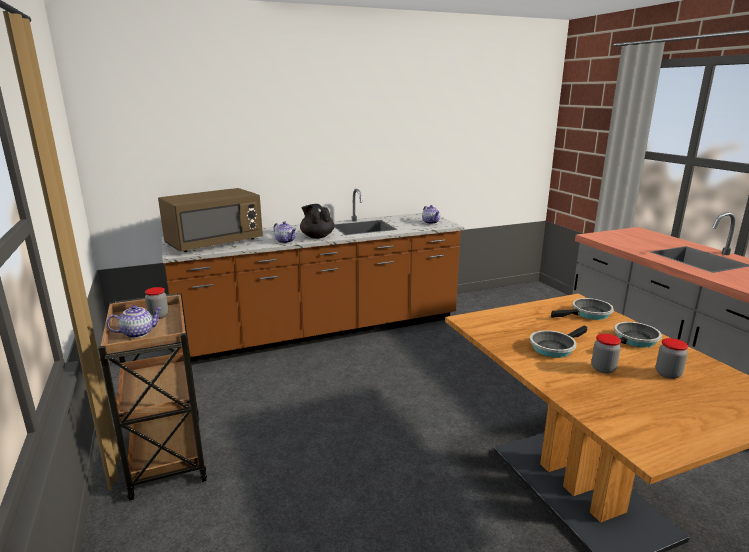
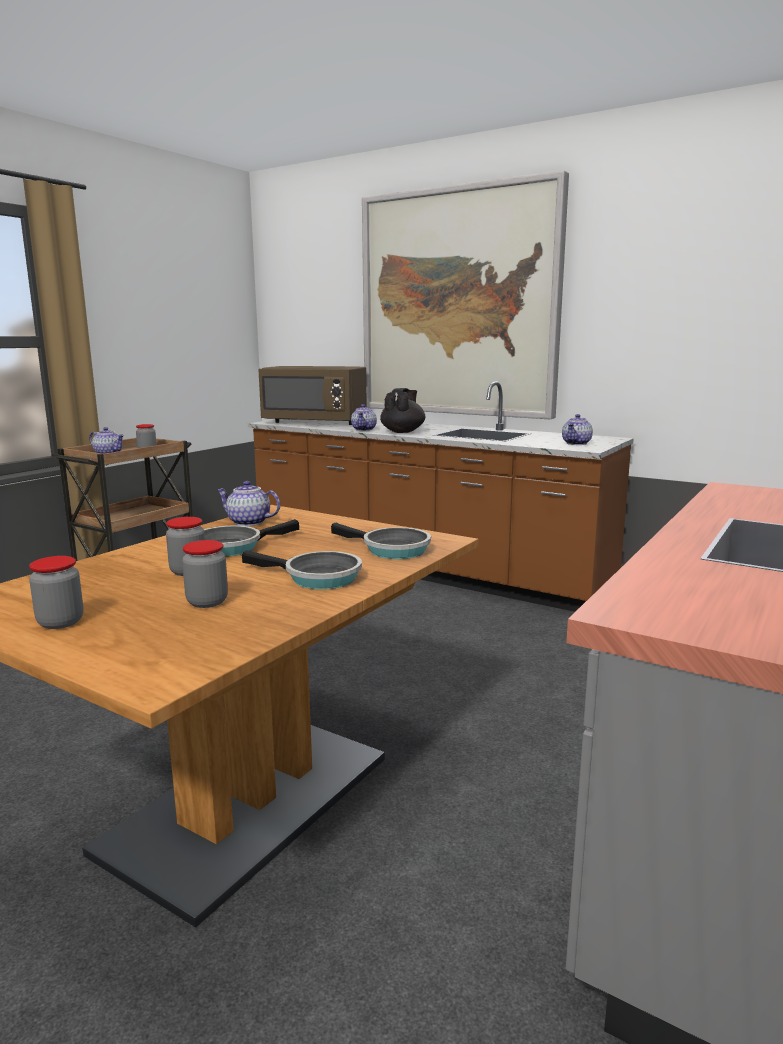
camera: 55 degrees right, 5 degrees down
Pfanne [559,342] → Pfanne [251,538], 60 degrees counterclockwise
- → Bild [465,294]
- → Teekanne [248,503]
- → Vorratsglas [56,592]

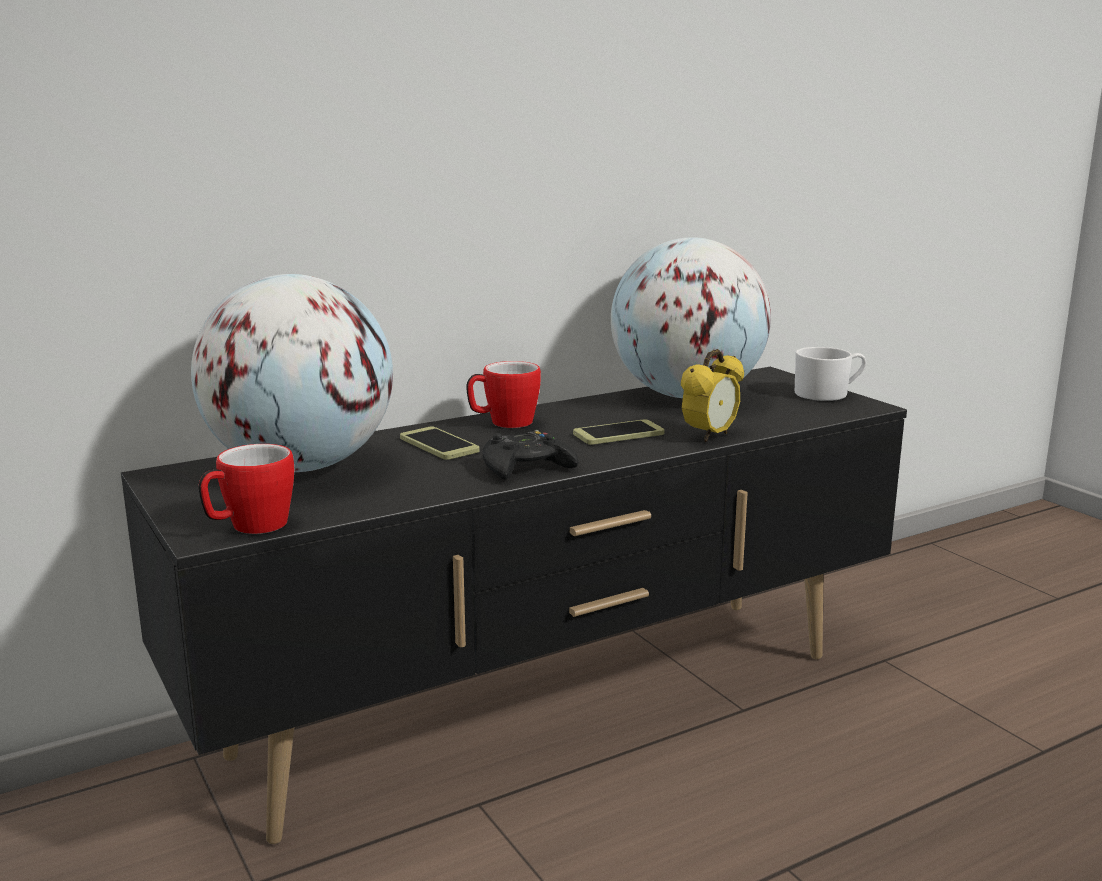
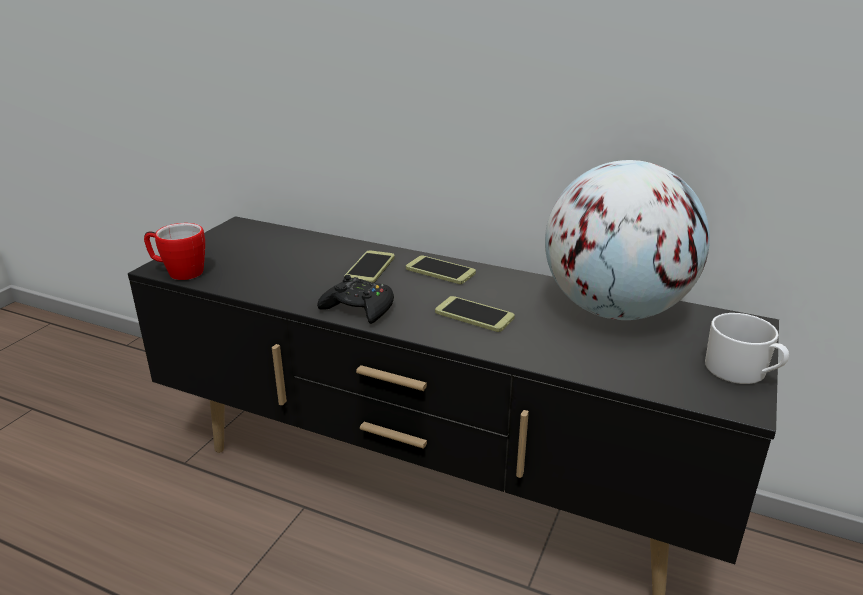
camera: 55 degrees right, 10 degrees up
Globus [292,373] → -
Wecker [712,395] → -
Henkelbecher [503,394] → Handy [441,270]

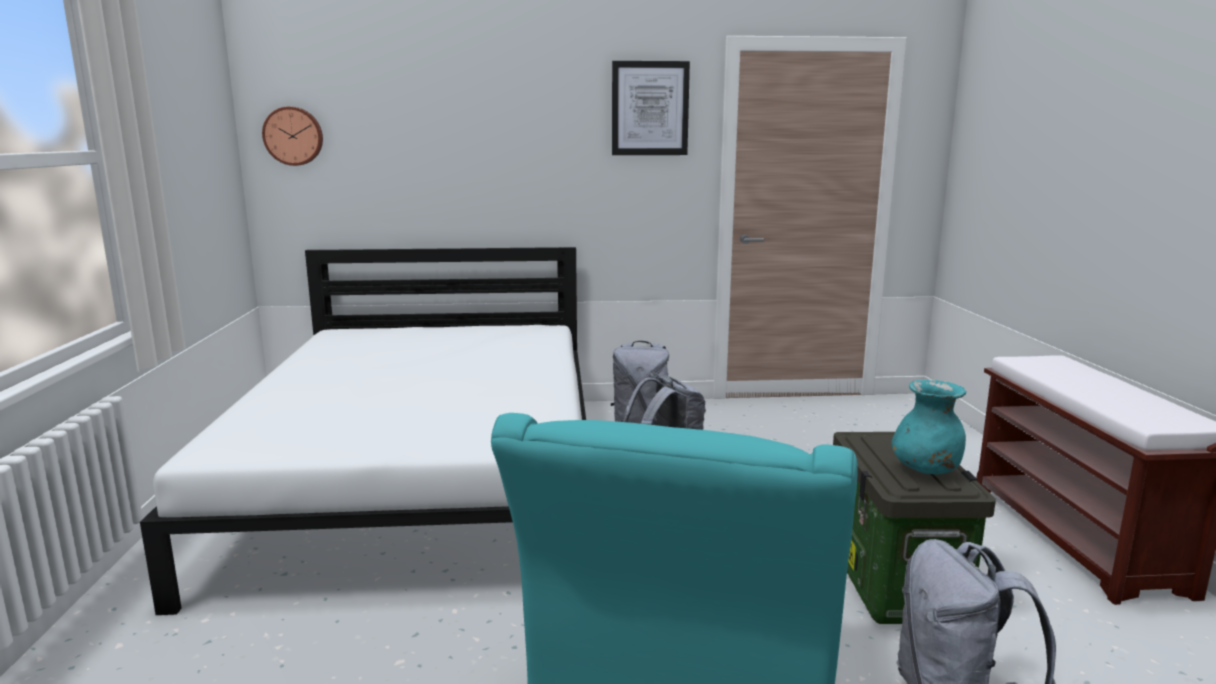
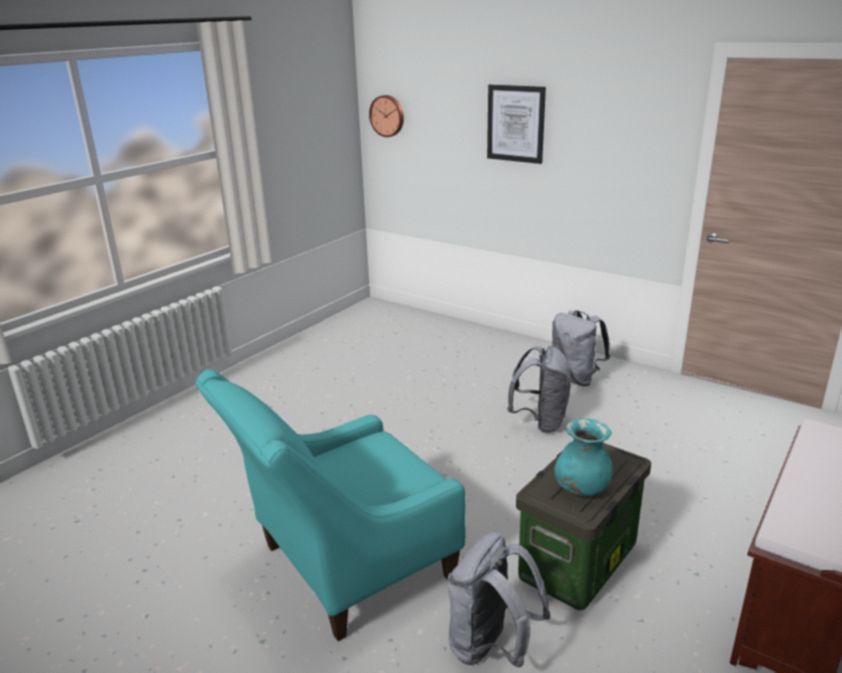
camera: 40 degrees right, 10 degrees up
Bild [651,108] → Bild [516,124], relocated
Bett/weiß [363,431] → -

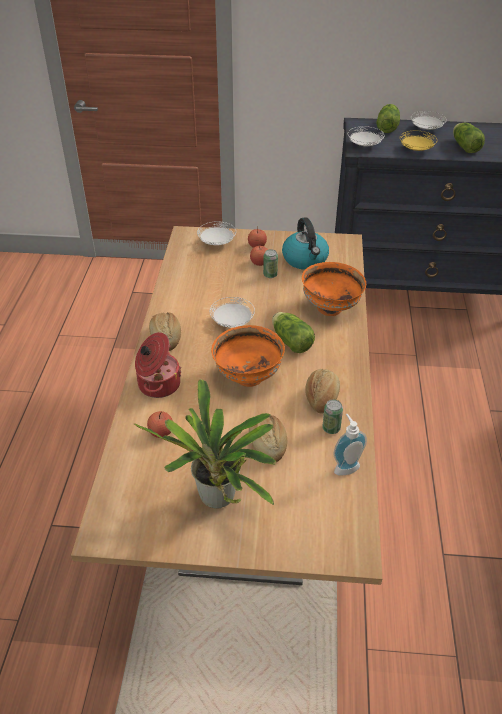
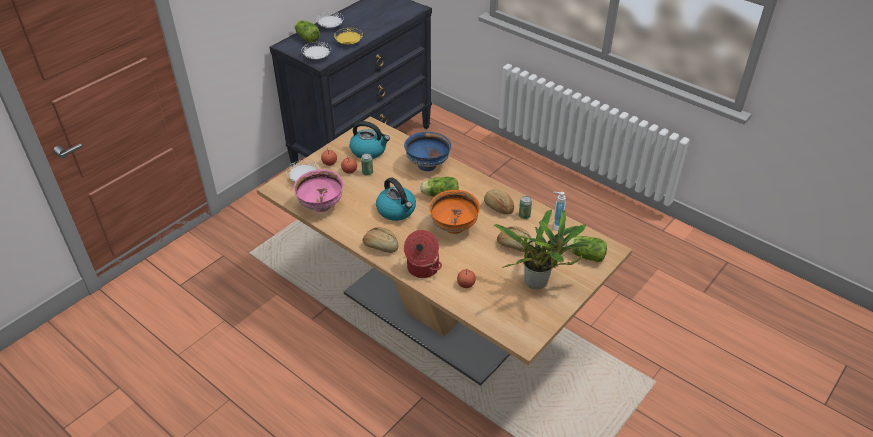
camera: 55 degrees left, 0 degrees up
Salatkopf [469,138] → Salatkopf [586,249], relocated
Schüssel/orange [334,289] → Schüssel/blau [427,151]
Teller/weiß [232,312] → Wasserkessel [396,199]
- → Schüssel/rosa [318,190]

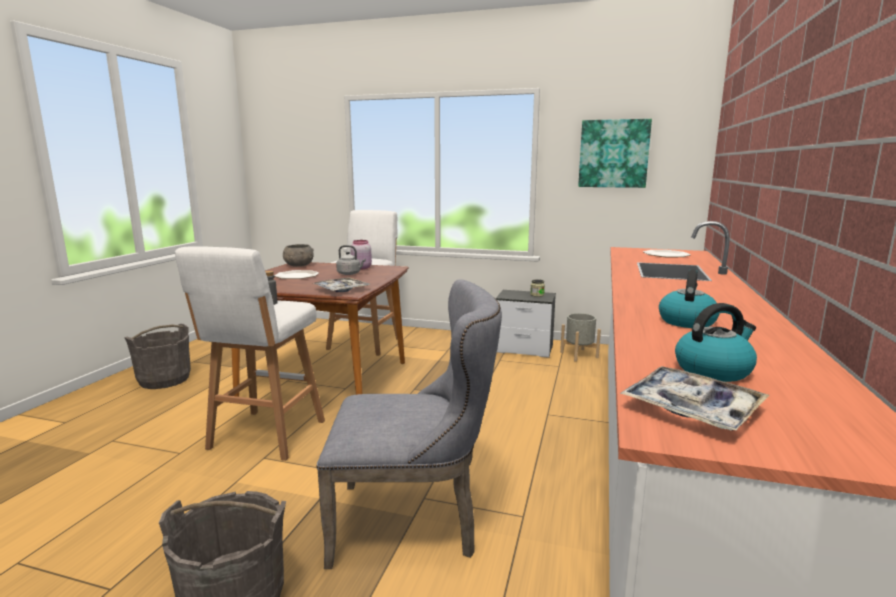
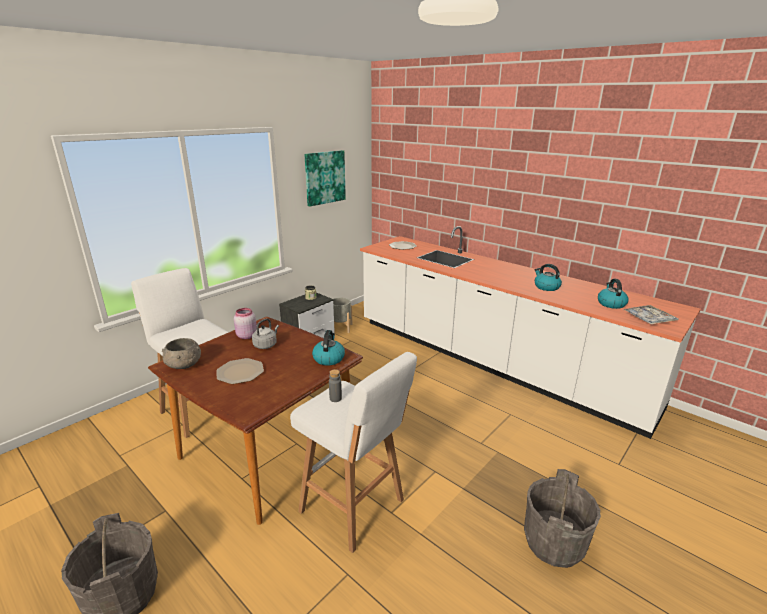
camera: 65 degrees left, 10 degrees up
Tablett [342,284] → Wasserkessel [328,348]
Stuhl/grau [409,424] → -

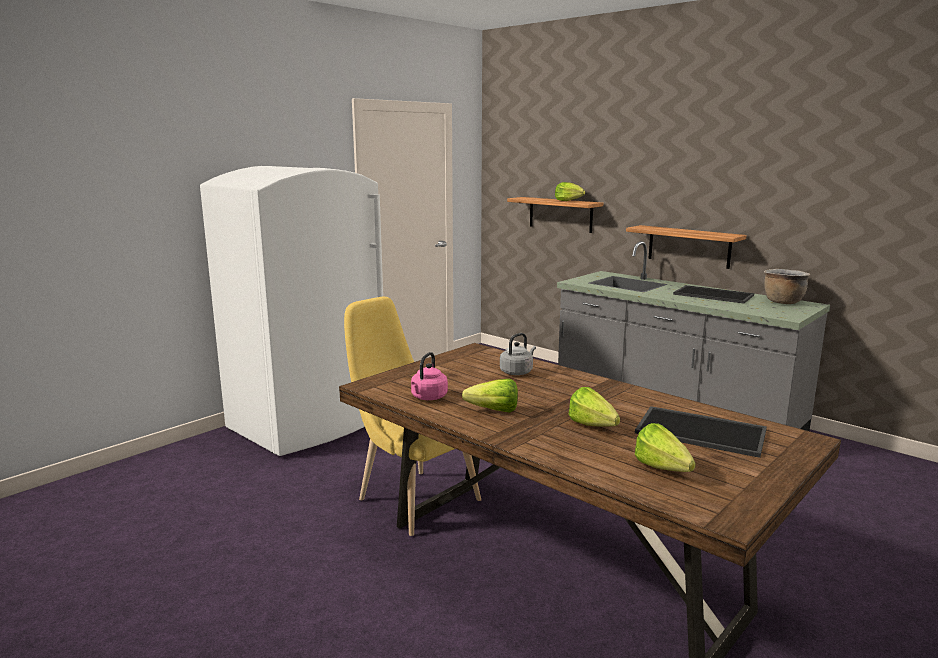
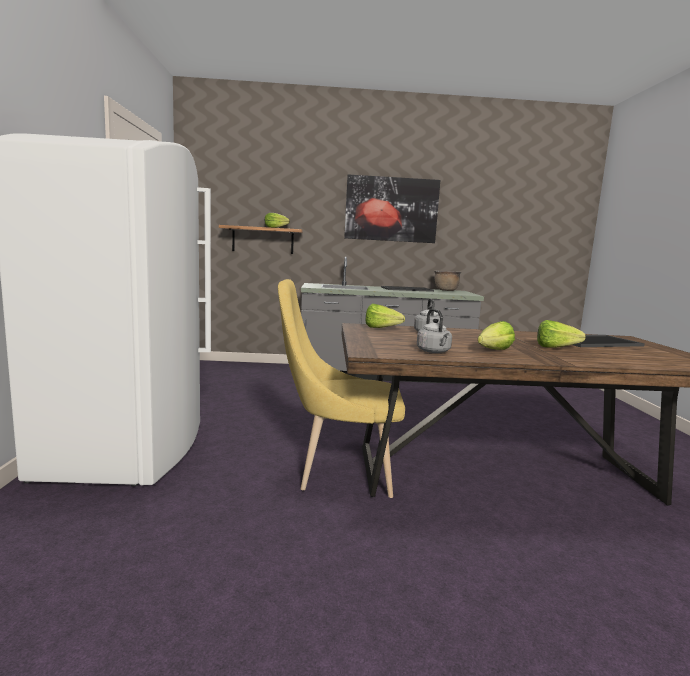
camera: 45 degrees left, 5 degrees down
Wandregal [686,247] → -
Wasserkessel/rosa [429,376] → Wasserkessel/grau [434,331]
Salatkopf [665,447] → Salatkopf [385,316], relocated
- → Bild [392,208]

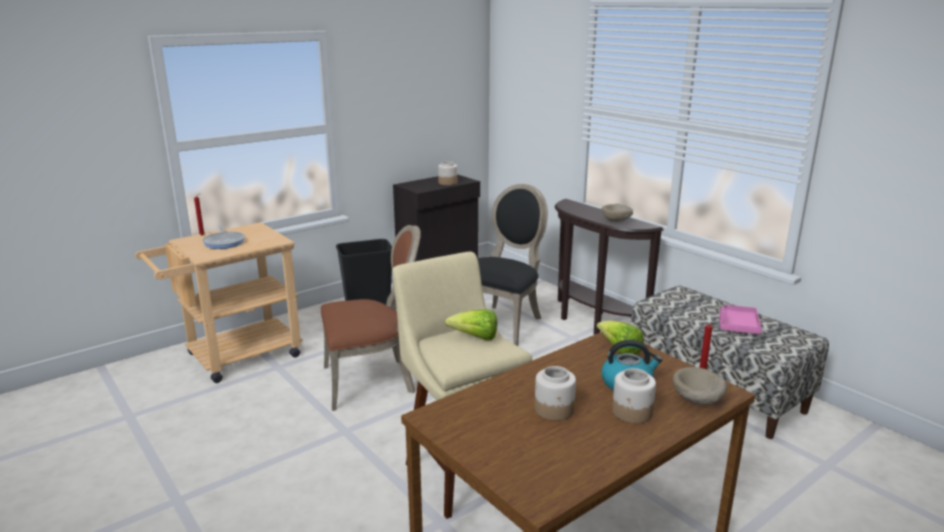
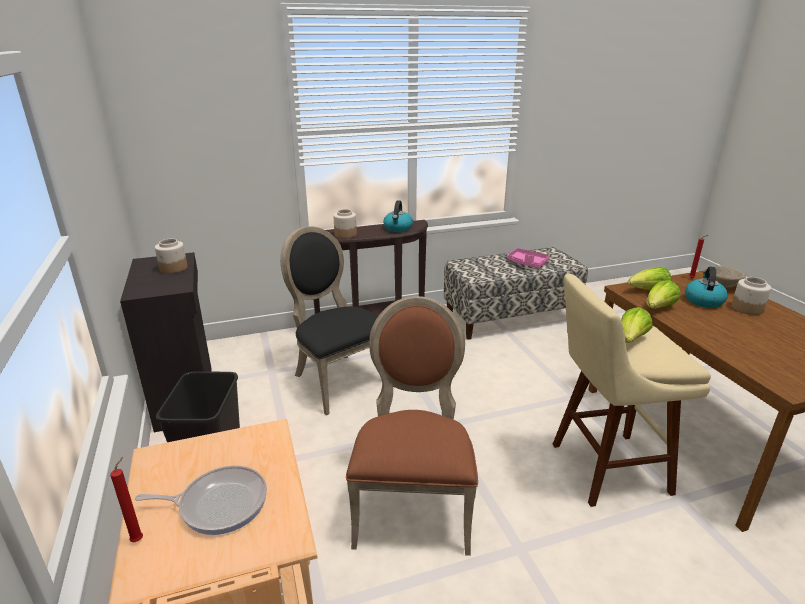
camera: 70 degrees left, 5 degrees up
Schüssel/beige [617,213] → Wasserkessel [398,216]
Vorratsglas [555,393] → Vorratsglas [345,223], relocated
- → Salatkopf [663,294]

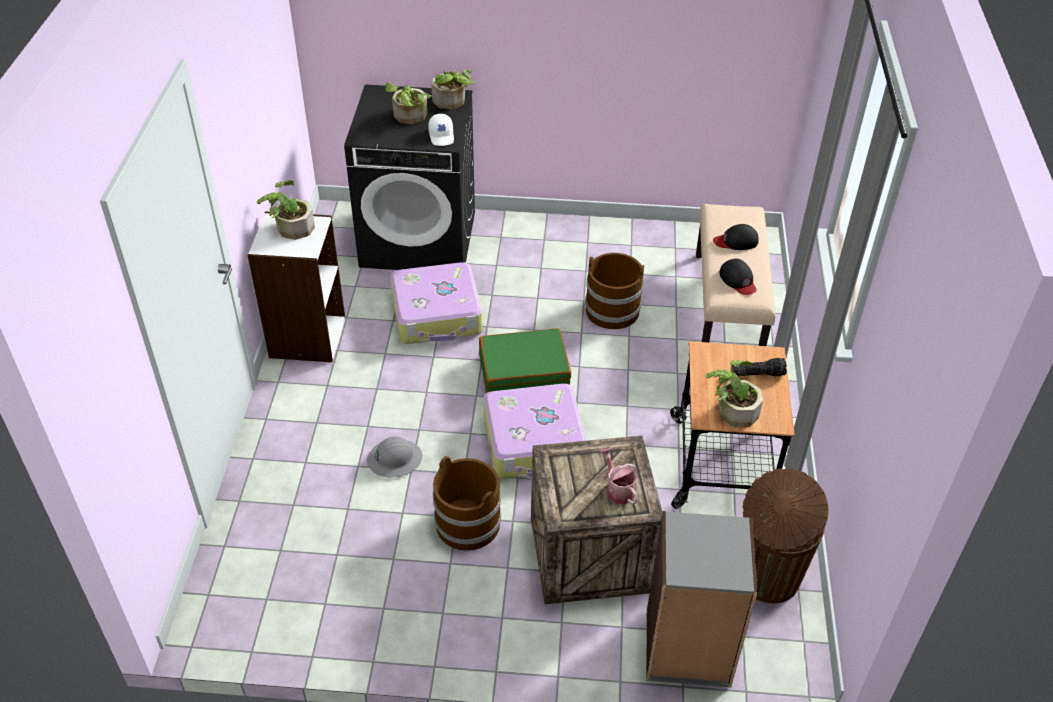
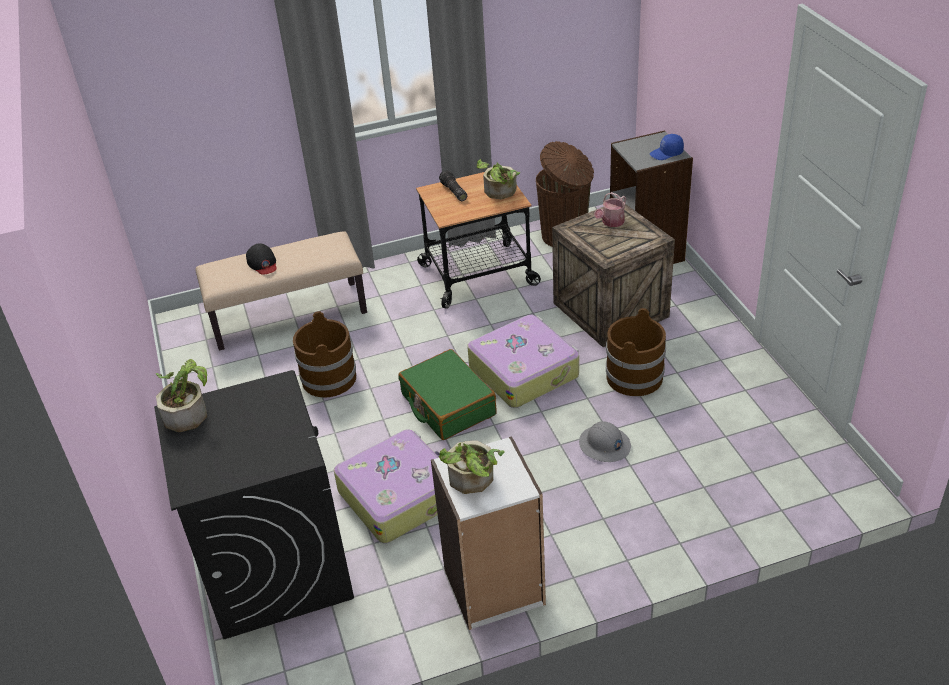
camera: 110 degrees left, 5 degrees down
Topfpflanze [408,103] → -
Kappe/weiß [441,130] → -
Kappe/schwarz [737,277] → -
- → Kappe/blau [667,147]

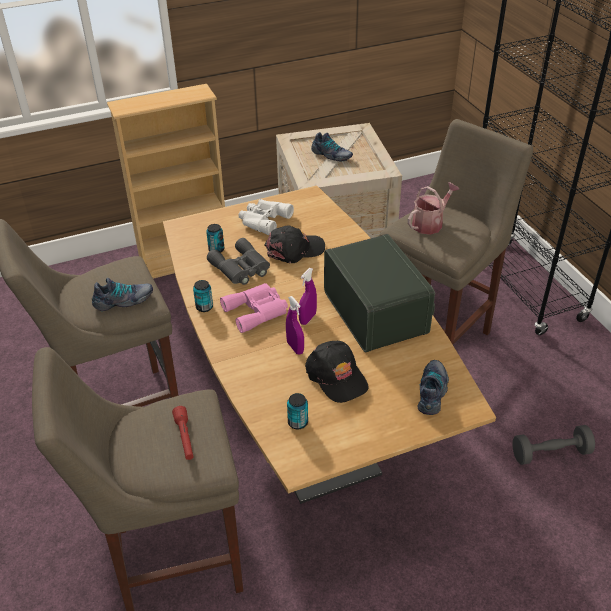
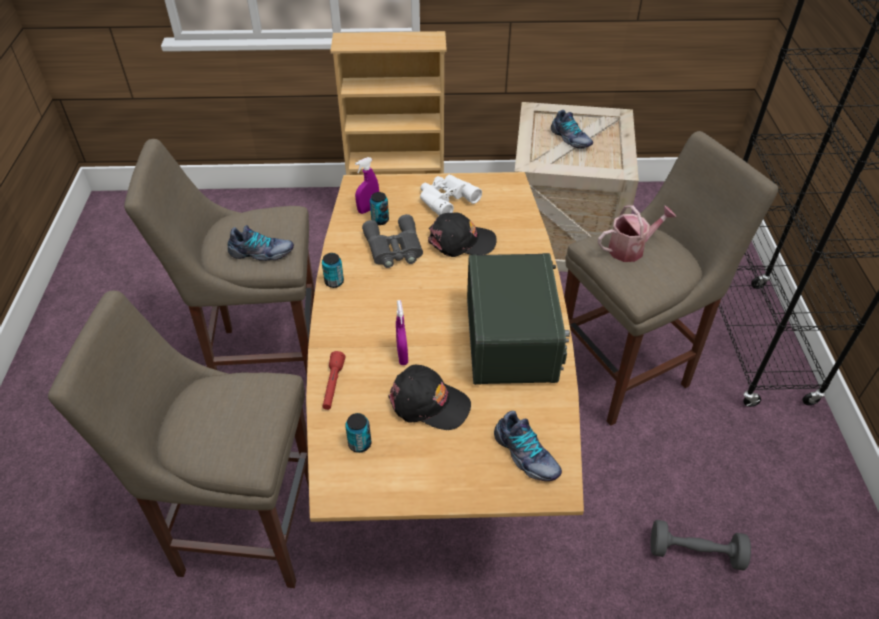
camera: 20 degrees right, 5 degrees up
Sprühflasche/lila [308,296] → Sprühflasche/lila [367,185], relocated
Fernglas/rosa [254,308] → -
Kappe/schwarz [337,372] → Kappe/schwarz [429,397], 60 degrees counterclockwise
Schuh [433,387] → Schuh [528,446], 105 degrees clockwise
Taschenlampe/rot [183,433] → Taschenlampe/rot [334,380], relocated

